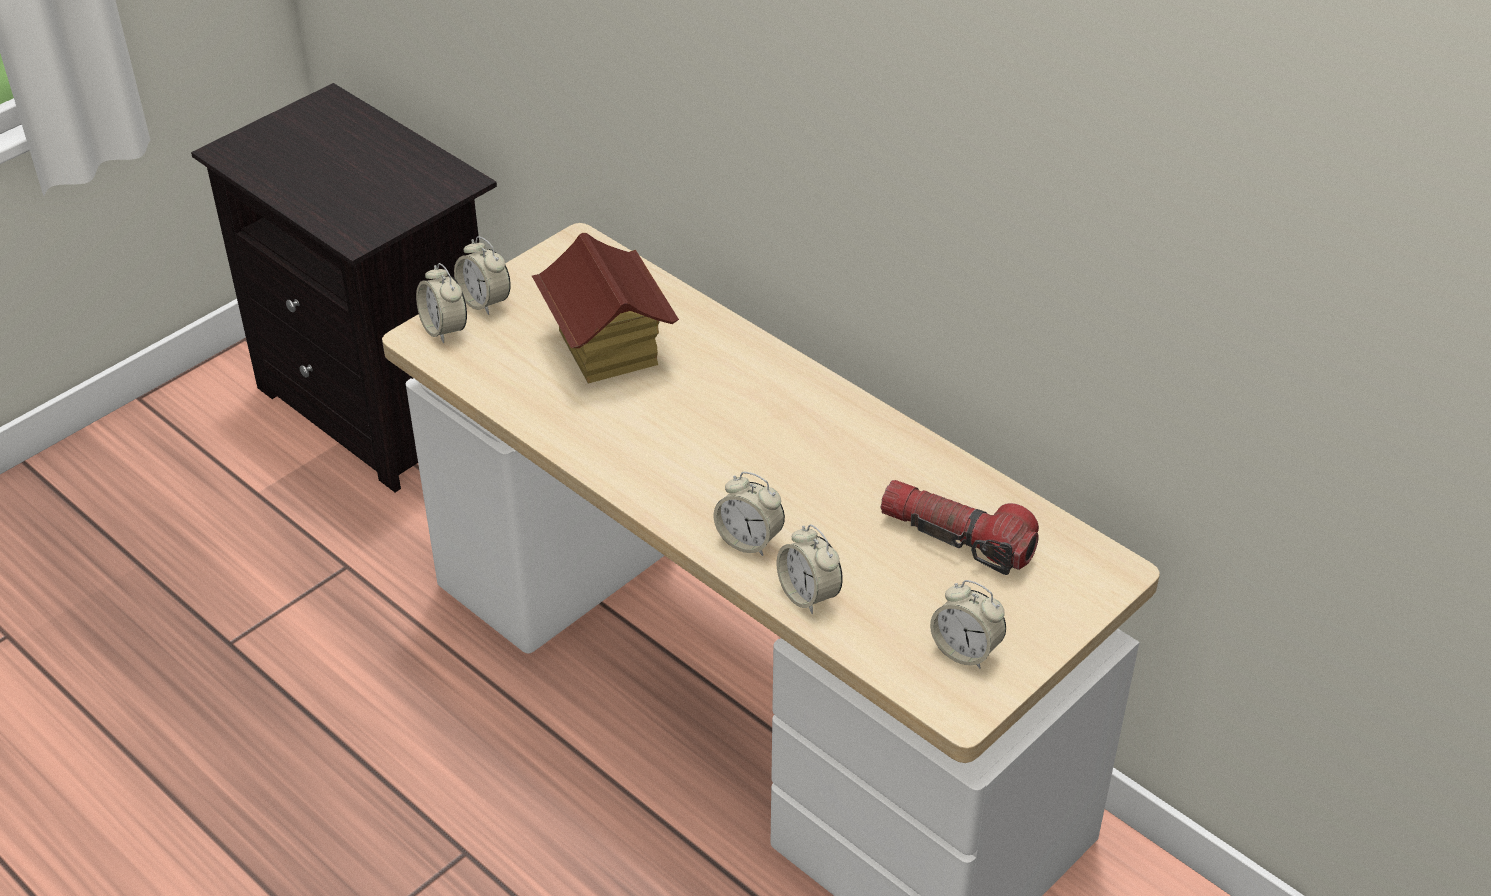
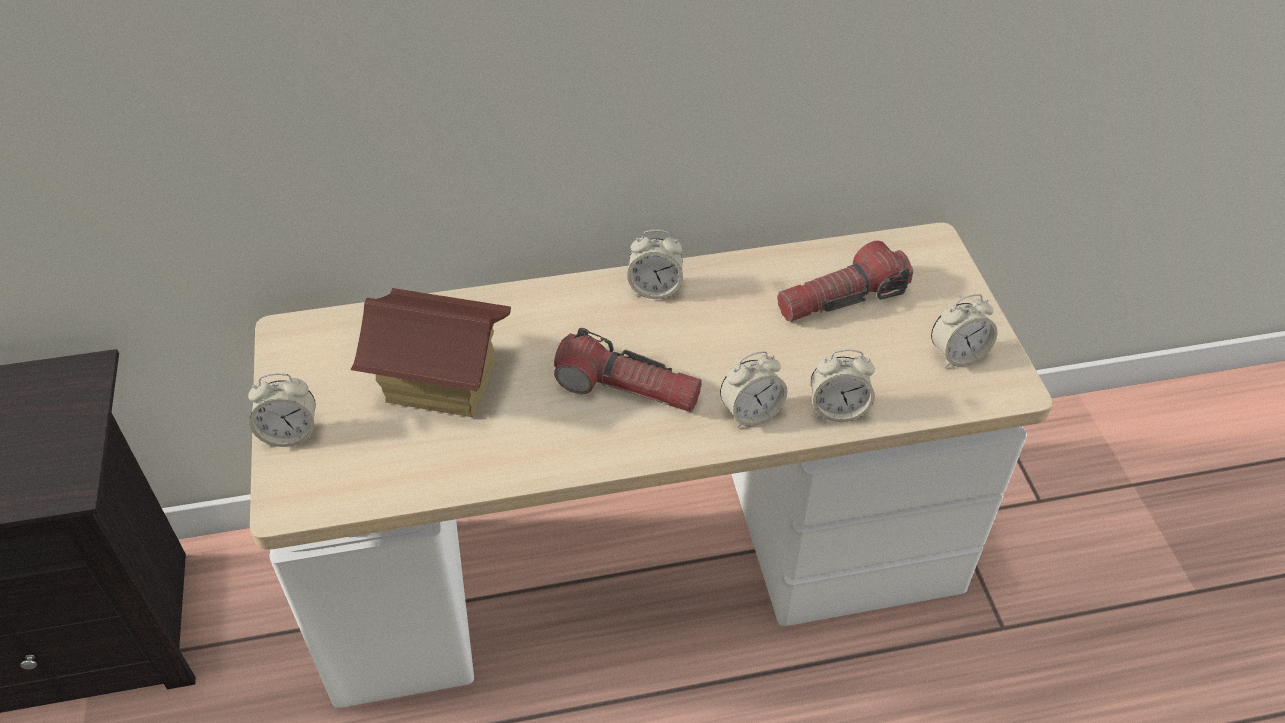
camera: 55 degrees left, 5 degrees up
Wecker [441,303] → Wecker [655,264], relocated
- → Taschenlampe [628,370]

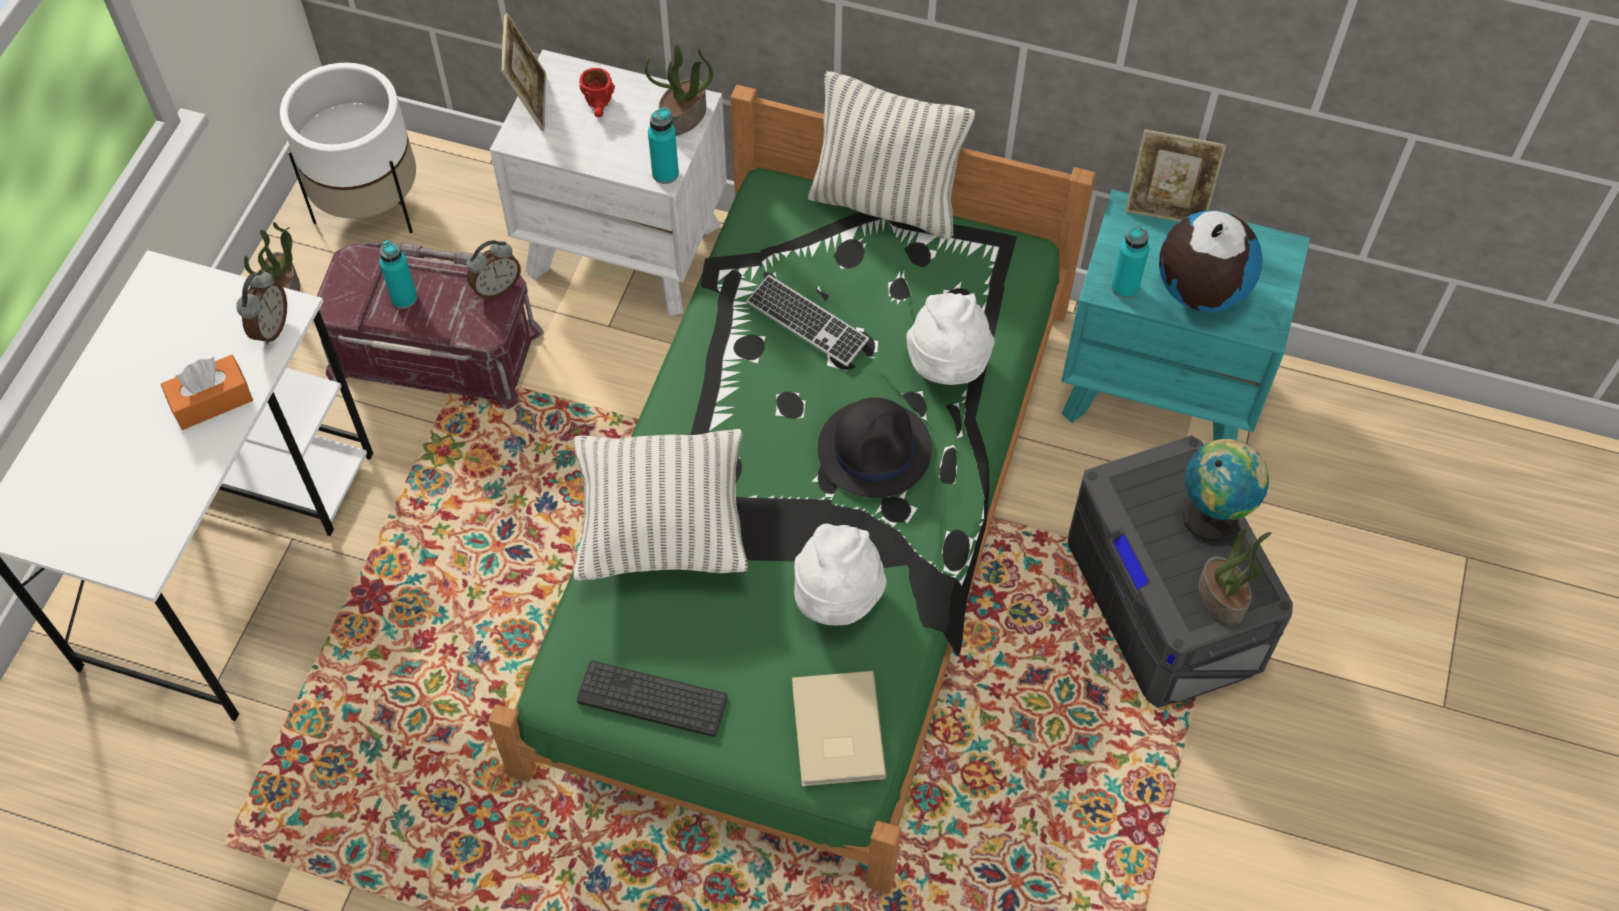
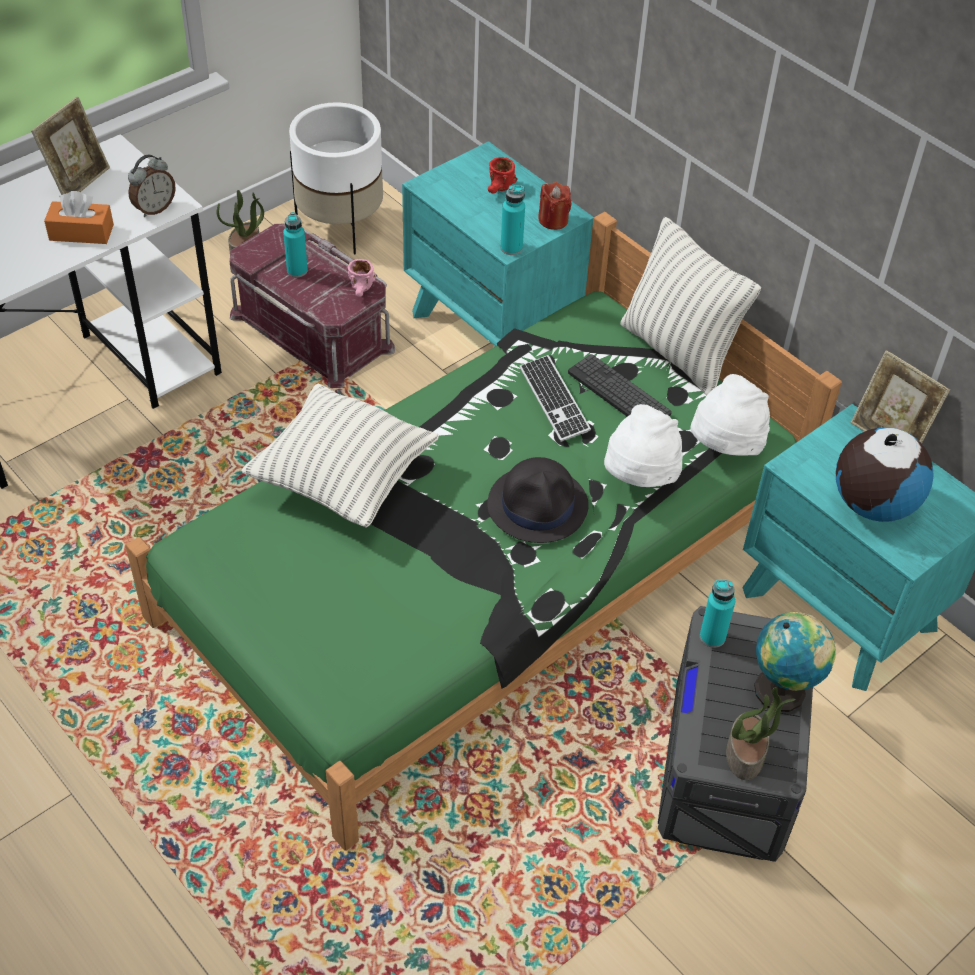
camera: 30 degrees right, 10 degrees down
Bilderrahmen [523,71] → Bilderrahmen [70,146], relocated
Topfpflanze [679,90] → Kerze/rot [555,206]
Nachttisch/weiß [608,183] → Nachttisch/türkis [498,243]
Flasche/türkis [1130,262] → Flasche/türkis [717,613], relocated
Wecker [493,269] → Henkelbecher/rosa [362,278]
Hut/weiß [840,574] → Hut/weiß [730,415], relocated
Tastatur [652,699] → Tastatur [620,385], relocated
Buch/beige [839,728] → -

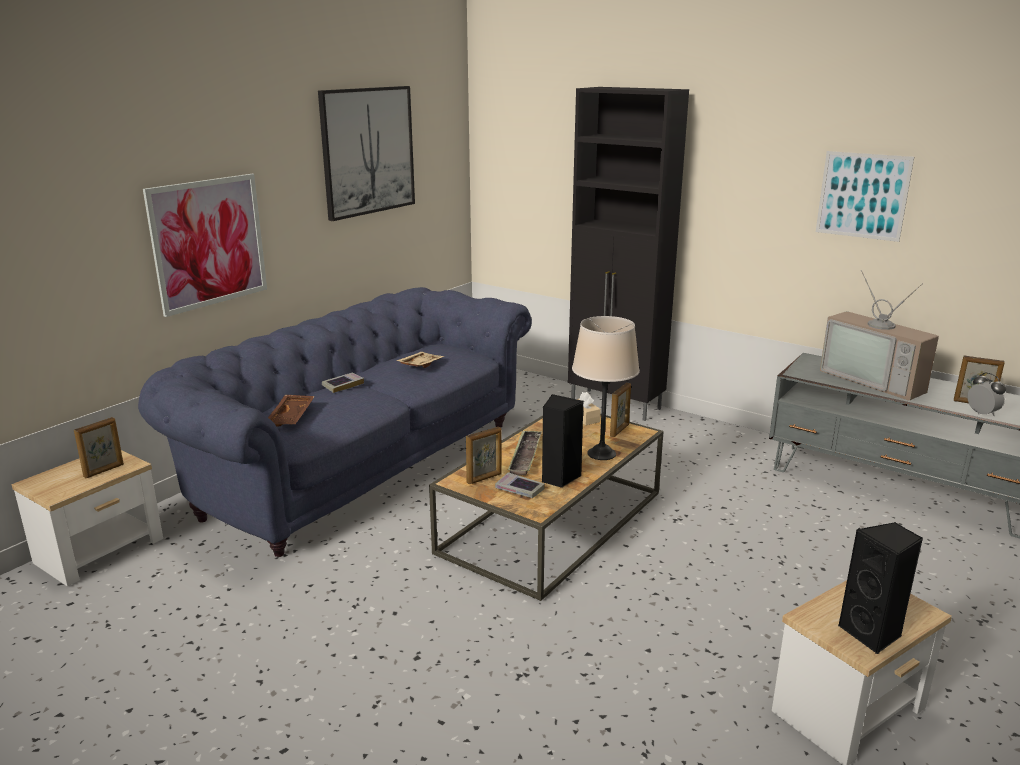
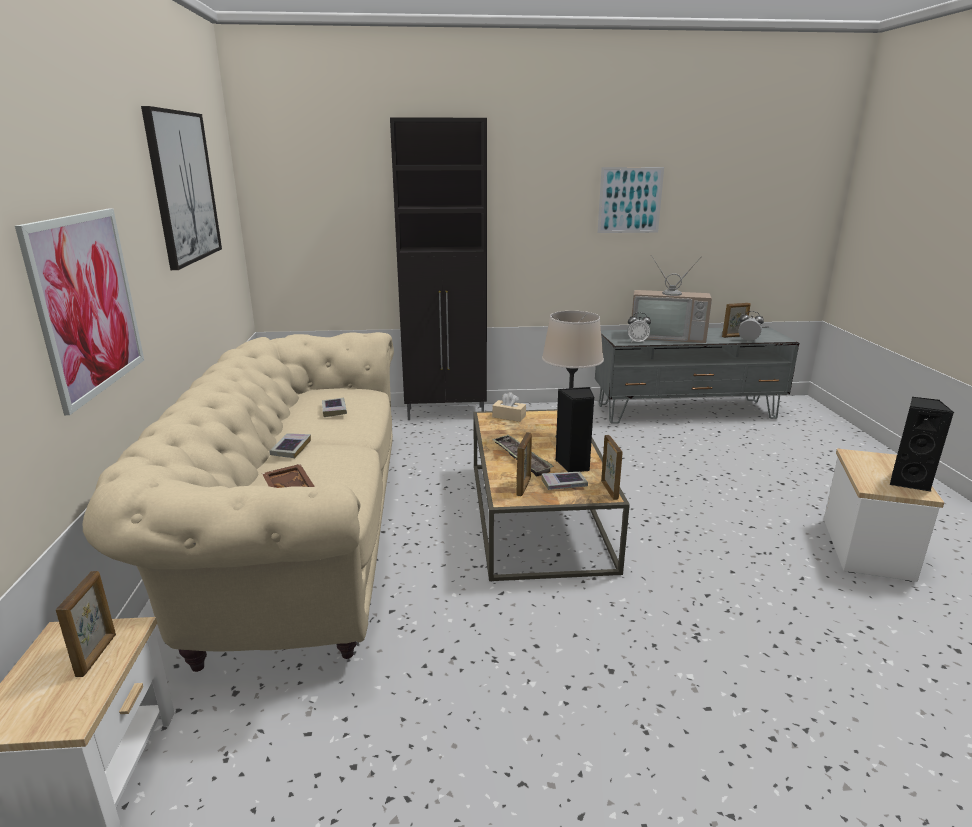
camera: 40 degrees left, 0 degrees up
Sofa/blau [335,422] → Sofa/beige [238,502]
Tablett/beige [420,360] → Buch [334,407]
Bilderrahmen [620,410] → Bilderrahmen [612,467], relocated
- → Wecker [639,327]

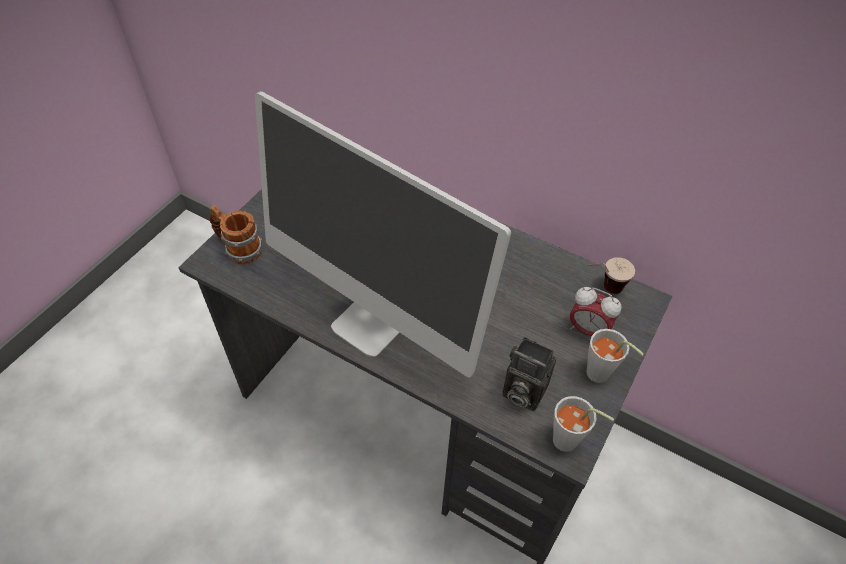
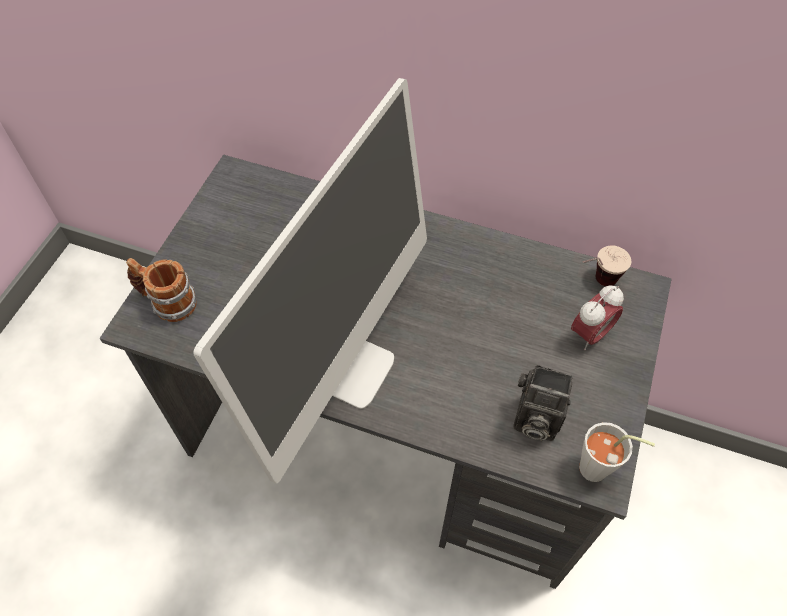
camera: 10 degrees left, 5 degrees up
Monitor [383,234] → Monitor [310,281], 90 degrees counterclockwise
Wecker [596,311] → Wecker [597,317], 60 degrees counterclockwise
Tasse/grau [615,356] → -

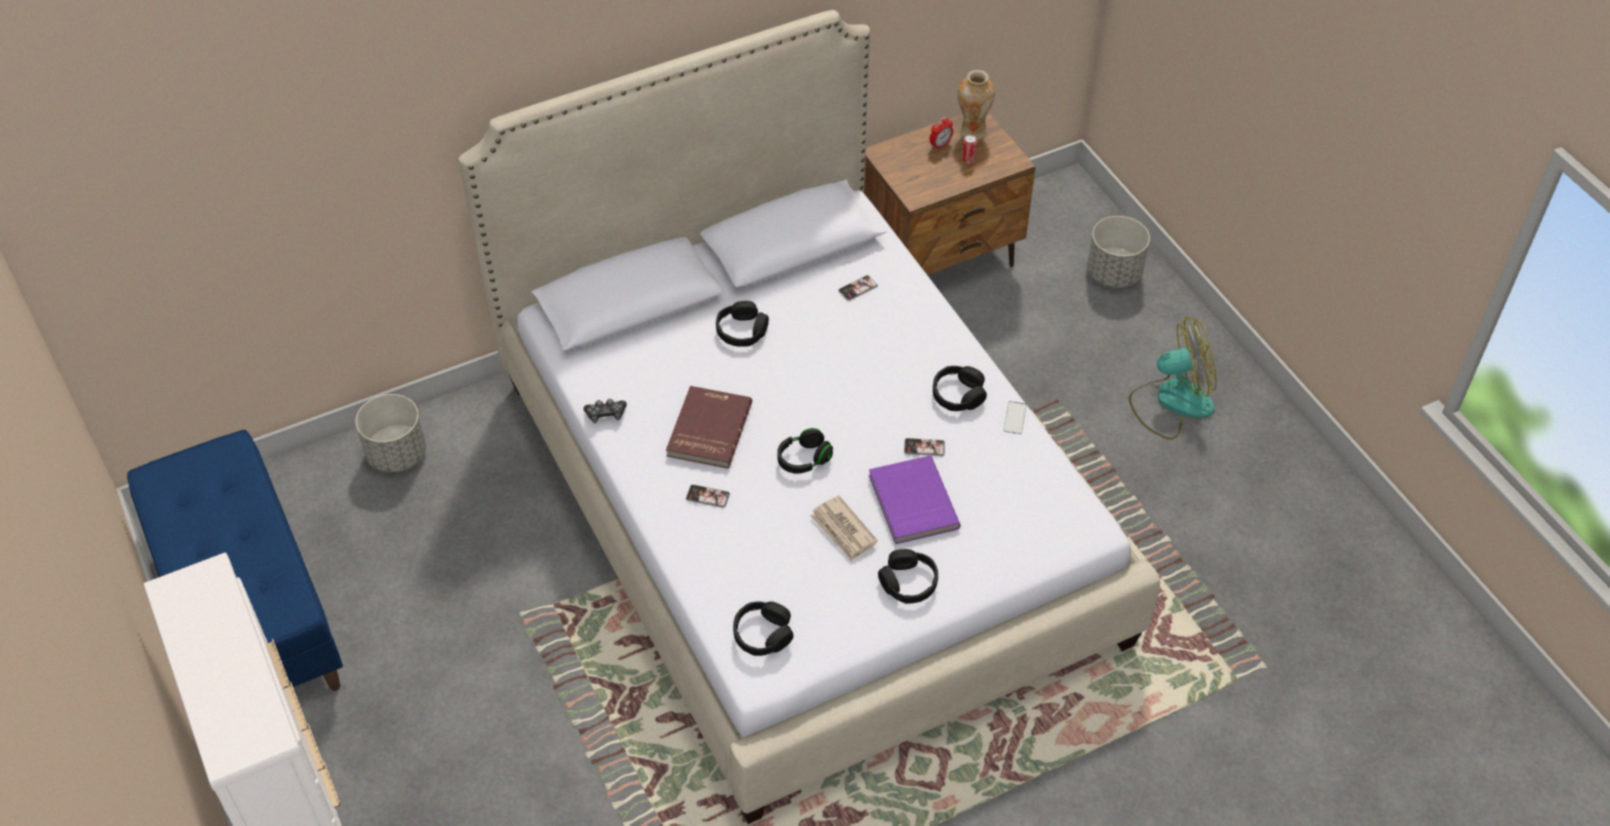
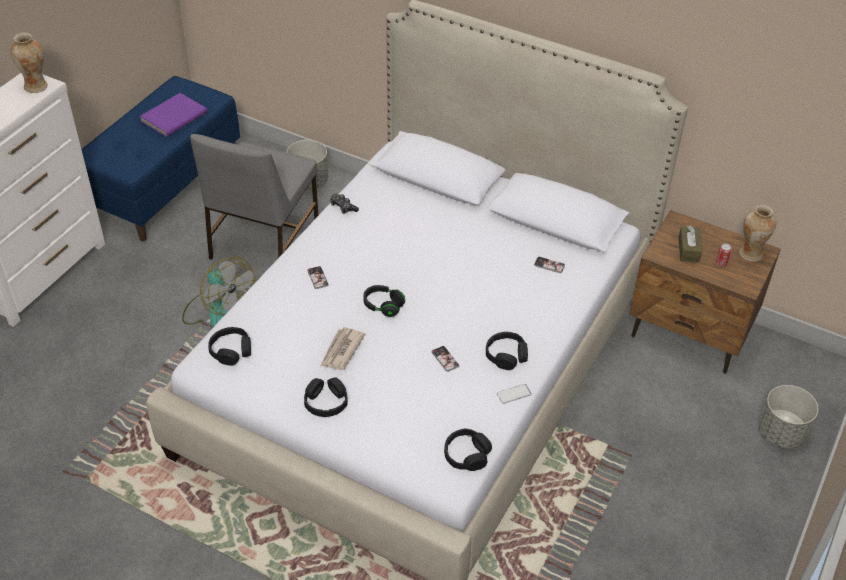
camera: 55 degrees right, 5 degrees down
Wecker [941,133] → -
Kopfhörer/schwarz [742,324] → Kopfhörer/schwarz [468,449], relocated
Ventilator [1173,378] → Ventilator [218,292], relocated
Buch/rot [709,427] → -
Buch/lila [915,500] → Buch/lila [173,115], relocated
- → Vase [29,62]
- → Stuhl/grau [254,197]
- → Taschentuchbox/braun [690,244]

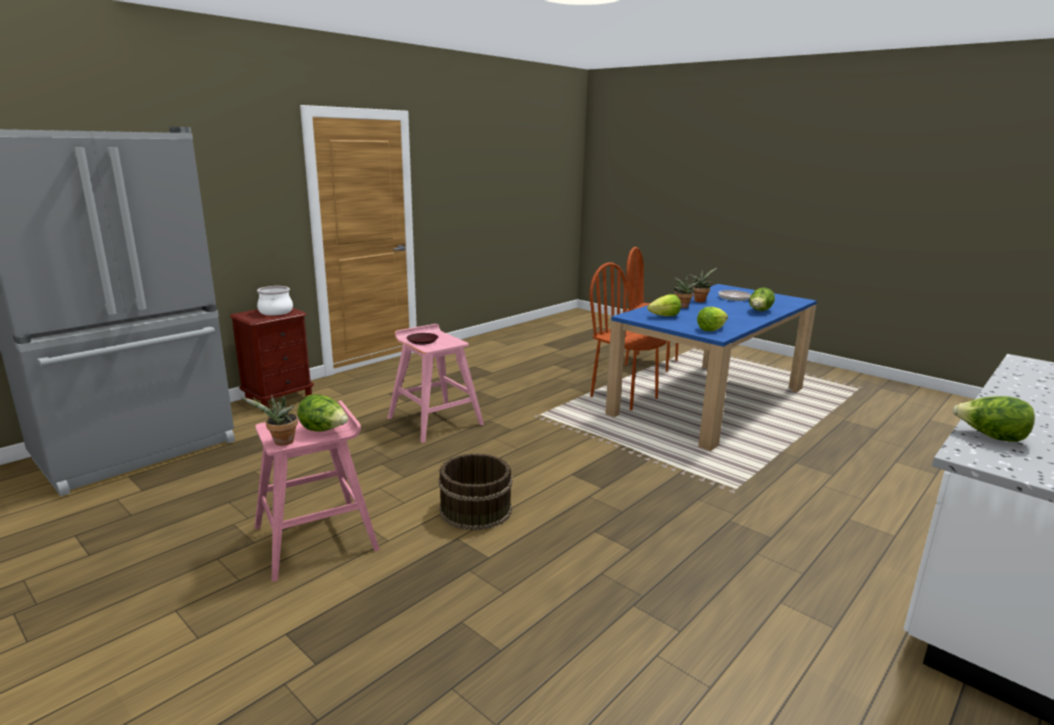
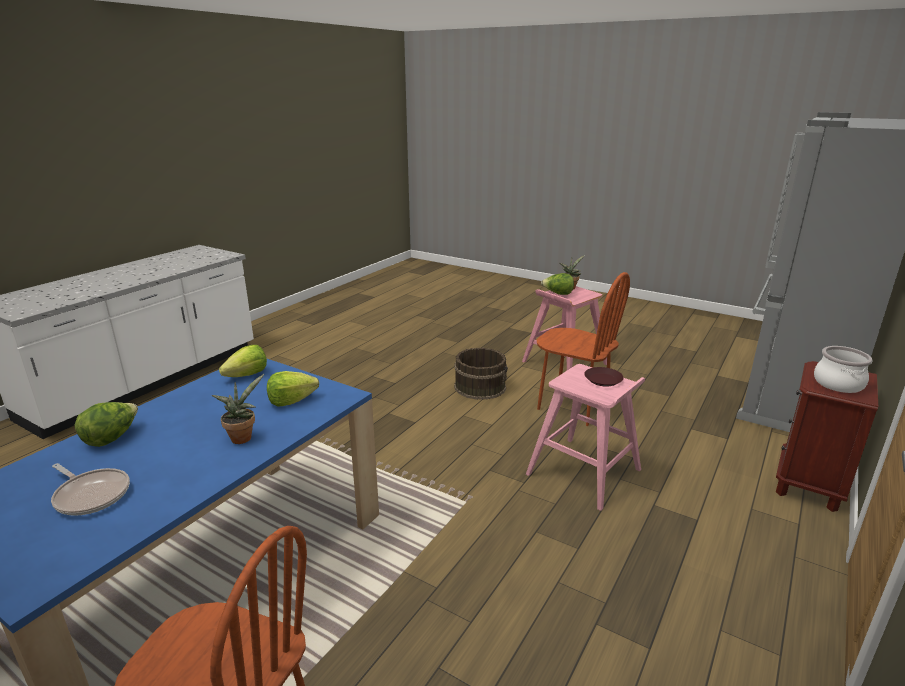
camera: 170 degrees right, 5 degrees up
Stuhl/braun [628,336] → Stuhl/braun [583,349], relocated
Topfpflanze [703,285] → -
Salatkopf [994,419] → -

